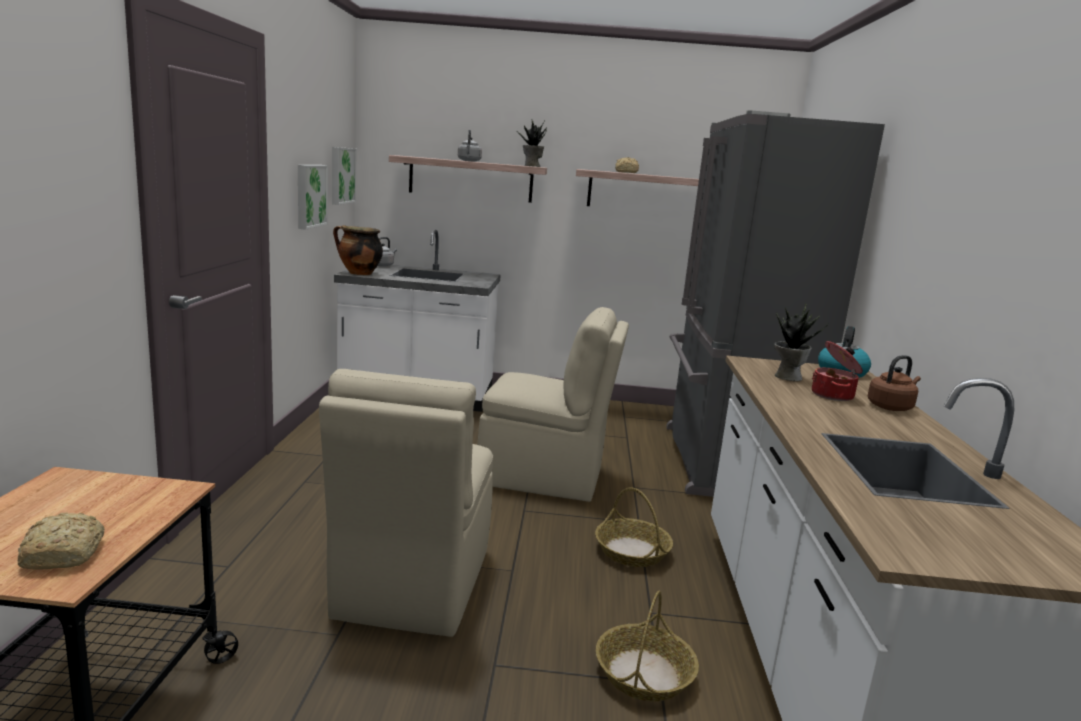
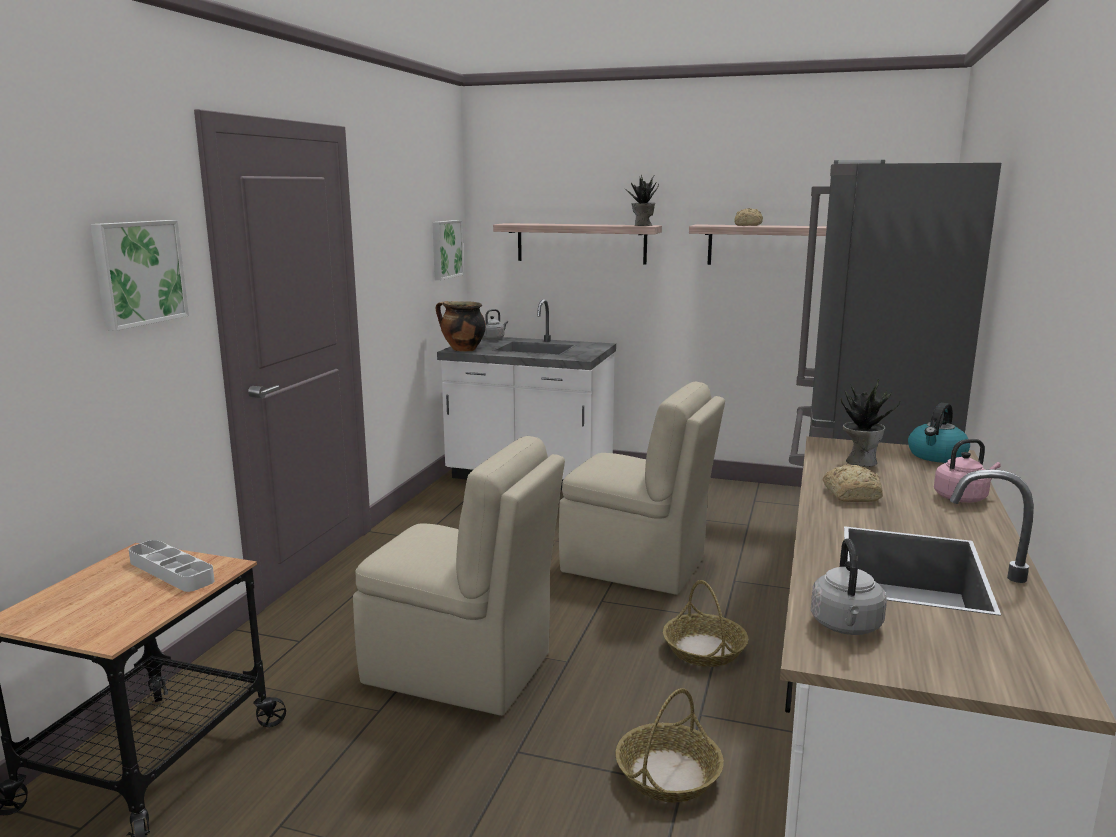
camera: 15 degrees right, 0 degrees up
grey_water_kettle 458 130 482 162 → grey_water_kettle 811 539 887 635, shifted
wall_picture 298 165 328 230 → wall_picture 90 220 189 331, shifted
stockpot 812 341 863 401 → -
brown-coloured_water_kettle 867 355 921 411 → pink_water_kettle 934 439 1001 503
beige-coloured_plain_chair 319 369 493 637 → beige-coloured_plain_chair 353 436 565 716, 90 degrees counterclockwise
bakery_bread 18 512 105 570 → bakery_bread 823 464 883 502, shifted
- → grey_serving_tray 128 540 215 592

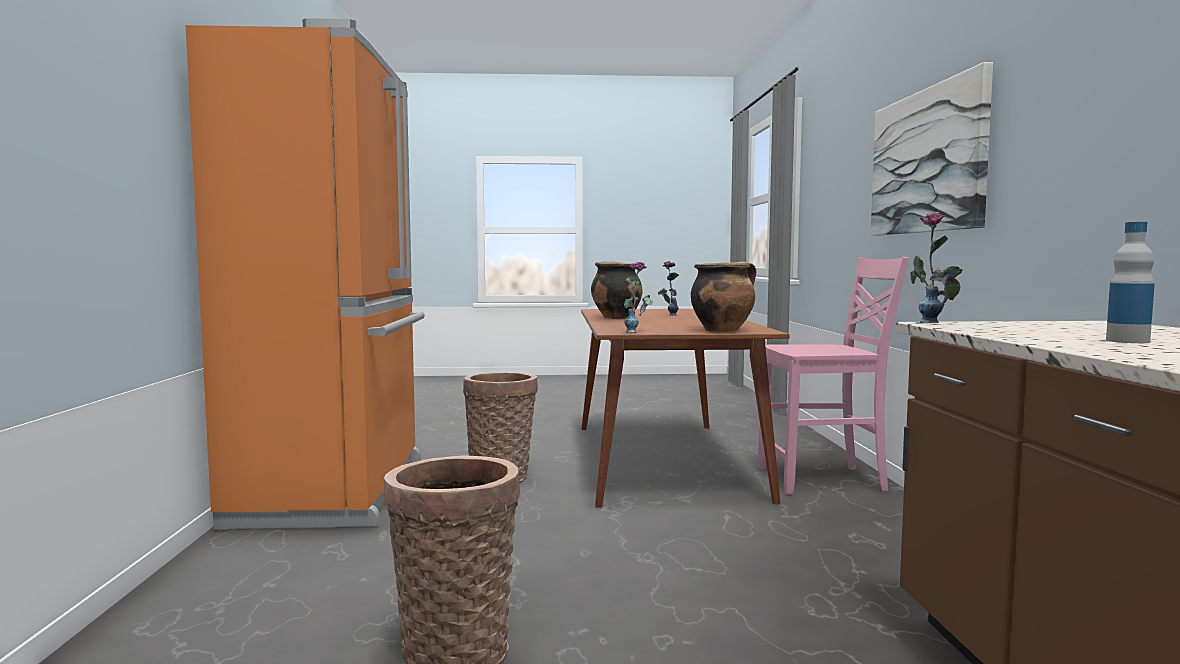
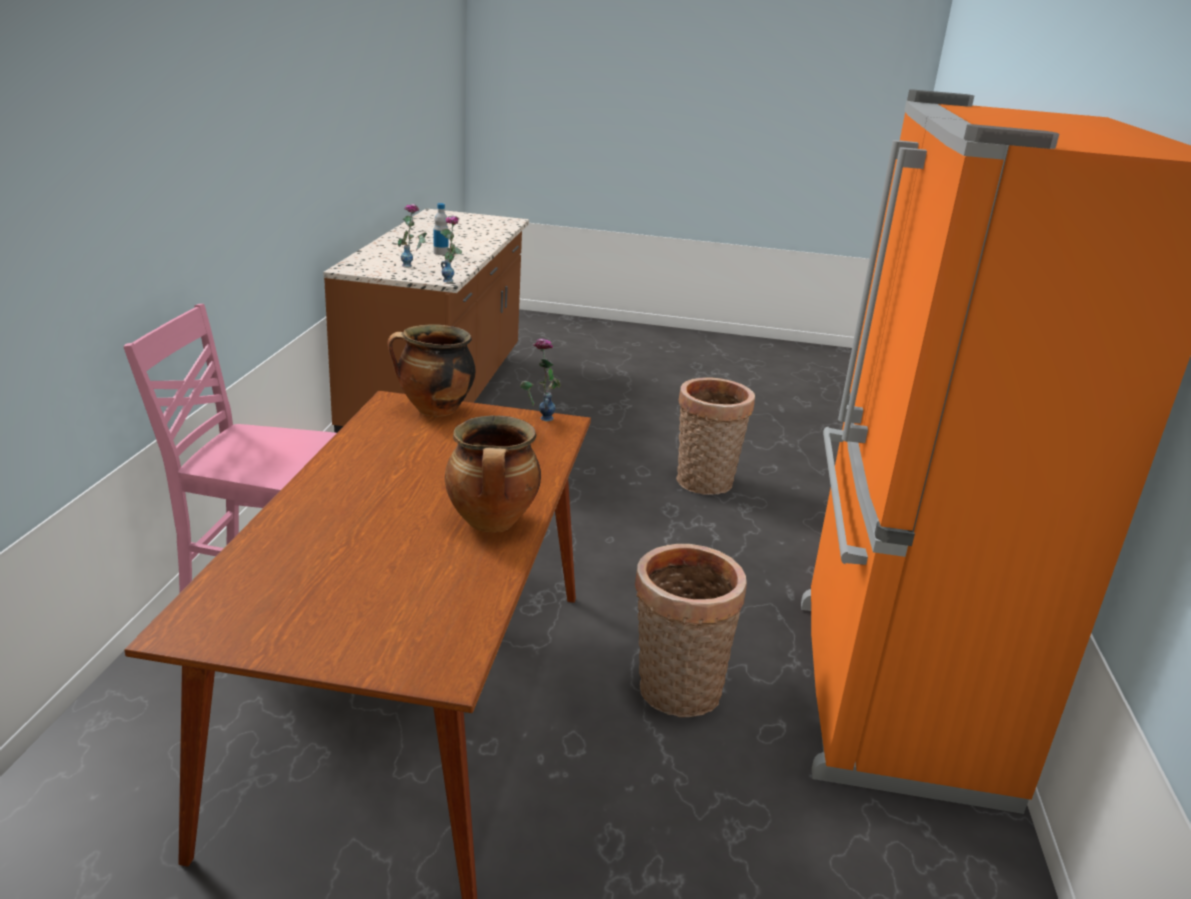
camera: 170 degrees left, 20 degrees up
wall_picture 871 62 993 236 → -
decorative_vase 658 261 679 316 → decorative_vase 398 204 427 268, shifted

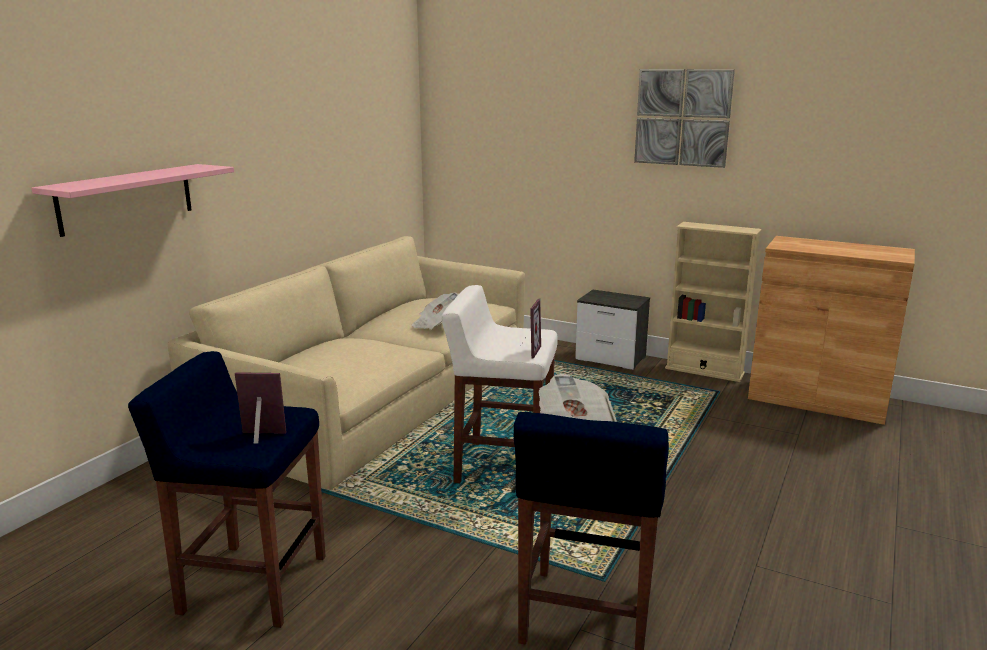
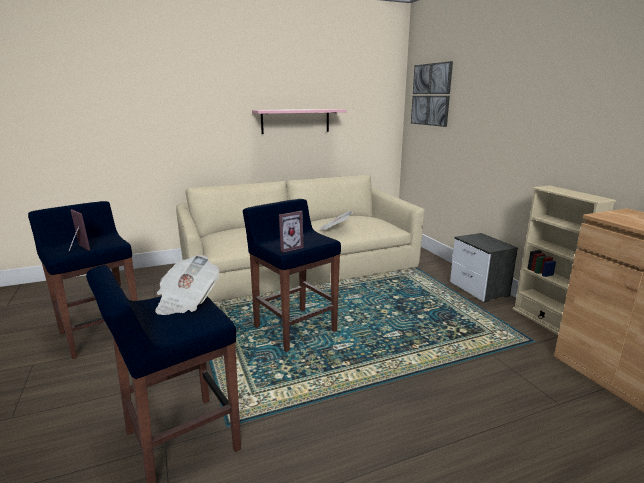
camera: 40 degrees right, 0 degrees up
wall_picture 634 69 735 168 → wall_picture 411 61 453 127, shifted
pink_bracket_shelf 31 164 234 237 → pink_bracket_shelf 252 109 346 134, shifted
white_stool_seat 441 285 558 483 → blue_stool_seat 243 199 341 352

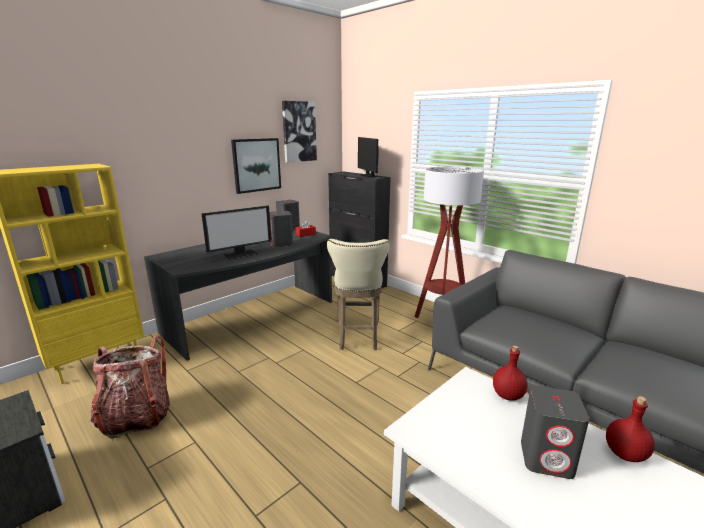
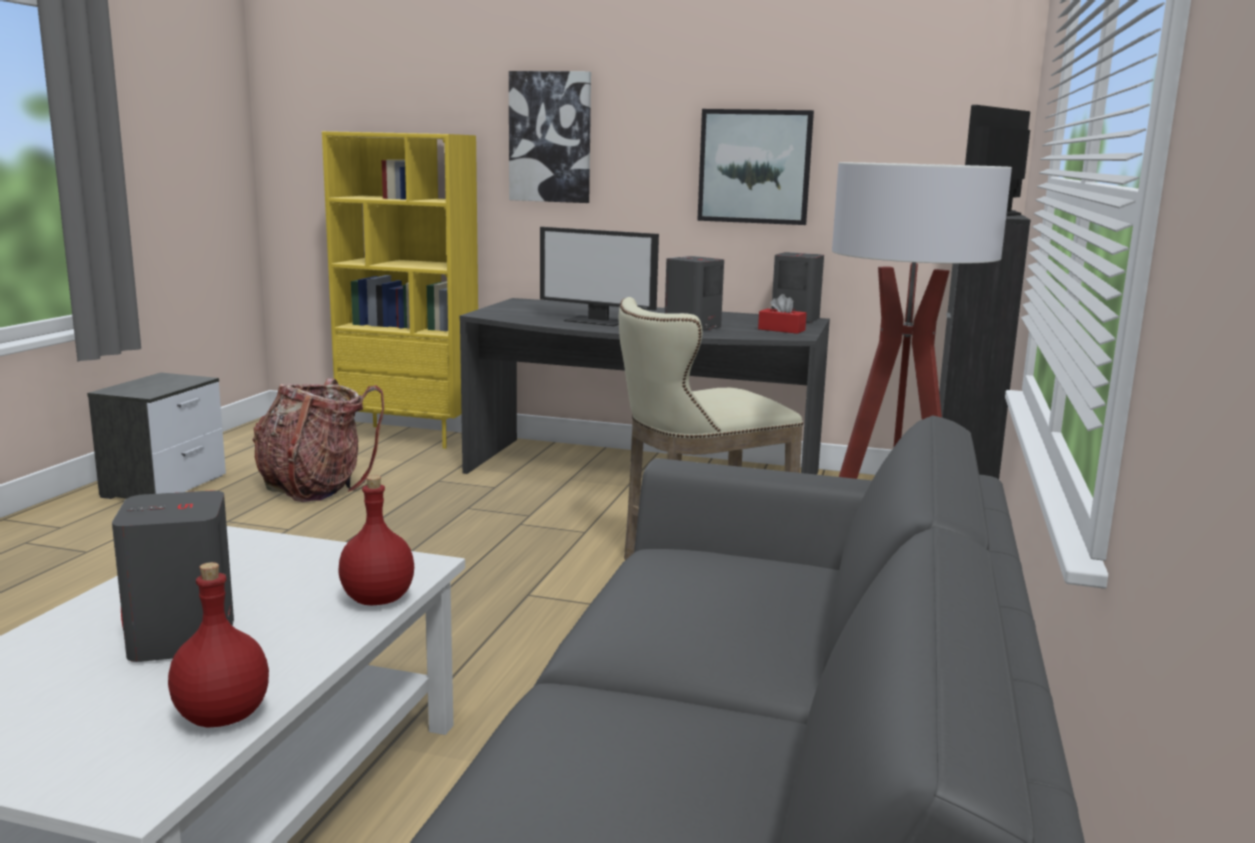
camera: 60 degrees right, 5 degrees down
wall_picture 282 101 317 163 → wall_picture 509 71 591 203, shifted

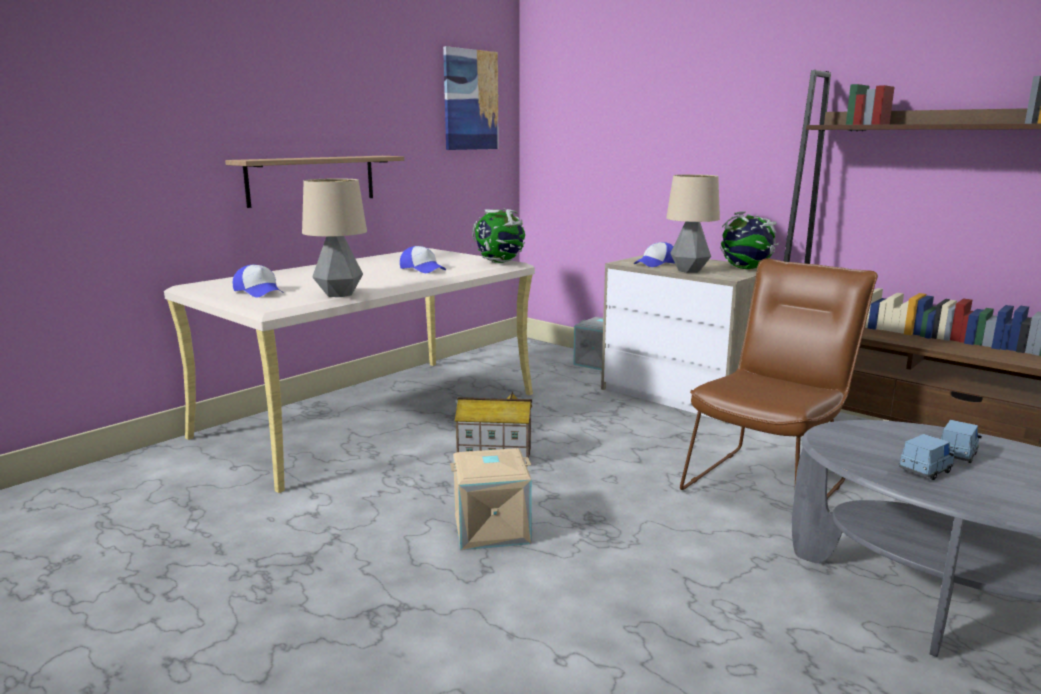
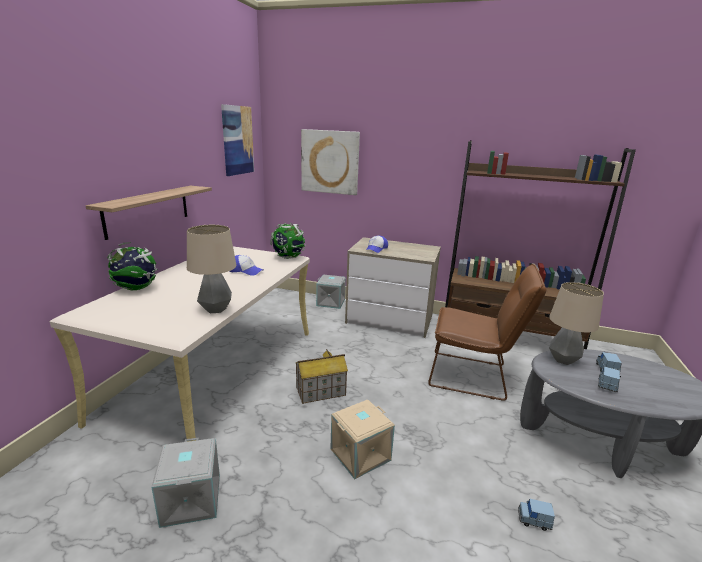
camera: 25 degrees left, 5 degrees up
lamp_for_a_table 666 174 720 273 → lamp_for_a_table 549 282 604 365, shifted
globe 720 212 779 269 → globe 107 242 158 290, shifted
brown-coloured_plain_chair 680 258 878 499 → brown-coloured_plain_chair 428 264 546 401, 90 degrees clockwise
baseball_cap 232 265 284 298 → -
- → wall_picture 301 129 360 195
- → grey_storage_container 151 438 220 528
- → blue_model_car 518 498 555 531

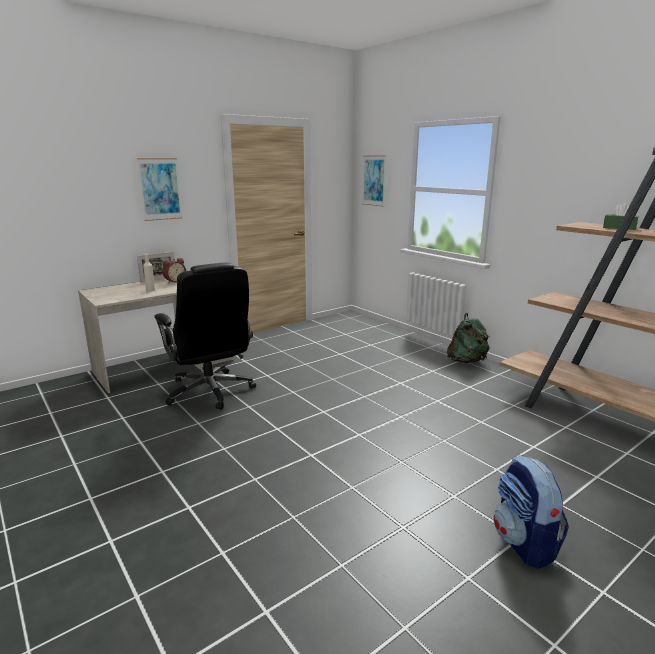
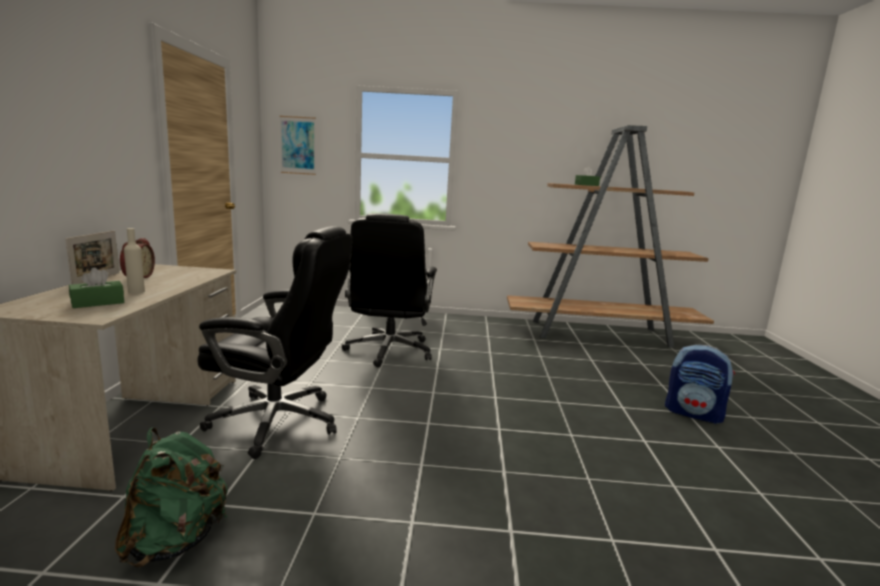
camera: 50 degrees left, 5 degrees down
wall_picture 137 158 183 221 → -
green_knapsack 447 313 490 363 → green_knapsack 115 427 228 568, shifted
- → black-coloured_computer_chair 342 213 437 367
- → green_tissue_box 69 268 124 308

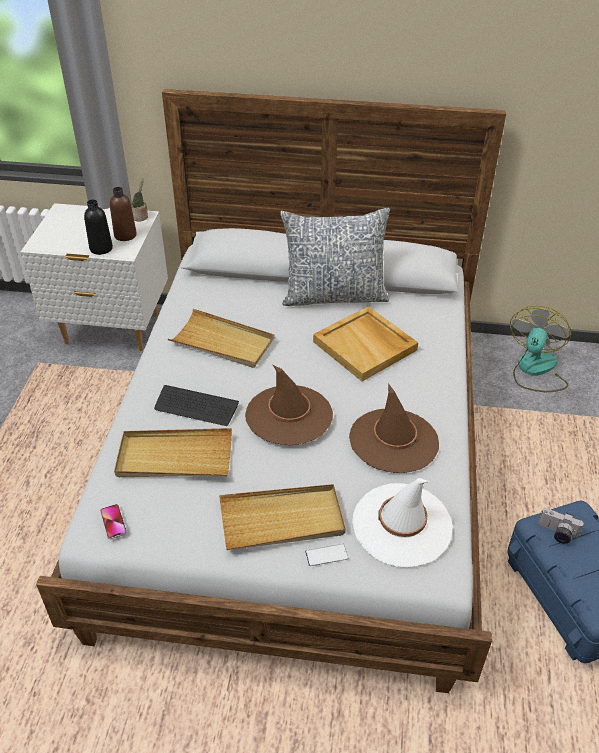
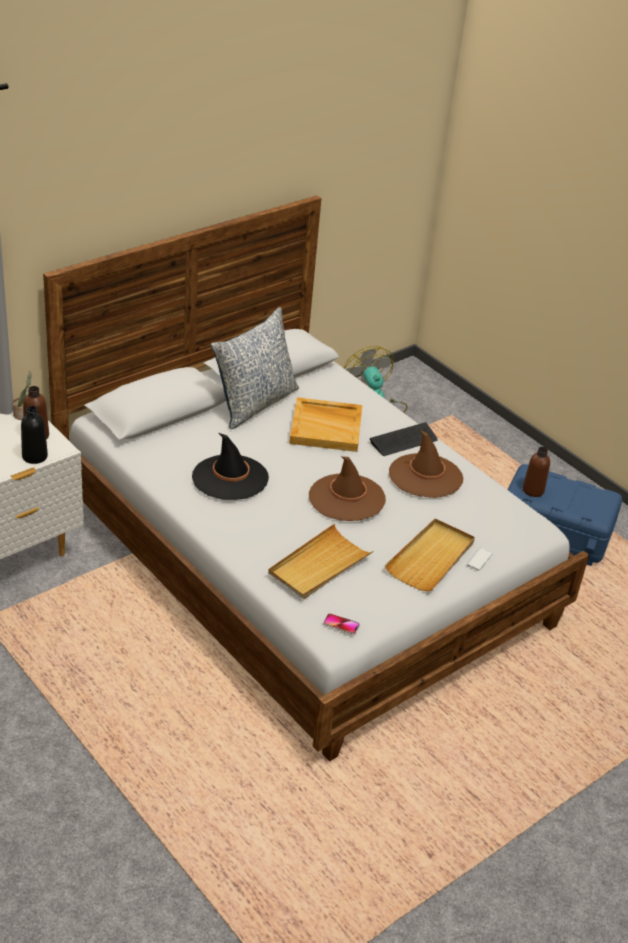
camera: 50 degrees left, 5 degrees down
beige-coloured_serving_tray 168 309 275 368 → black-coloured_clothing_hat 192 433 269 500
PC_keyboard 154 385 239 426 → PC_keyboard 370 423 438 456, shifted
white_clothing_hat 352 478 452 568 → -
still_camera 538 508 584 544 → brown-coloured_drink_bottle 523 447 550 497

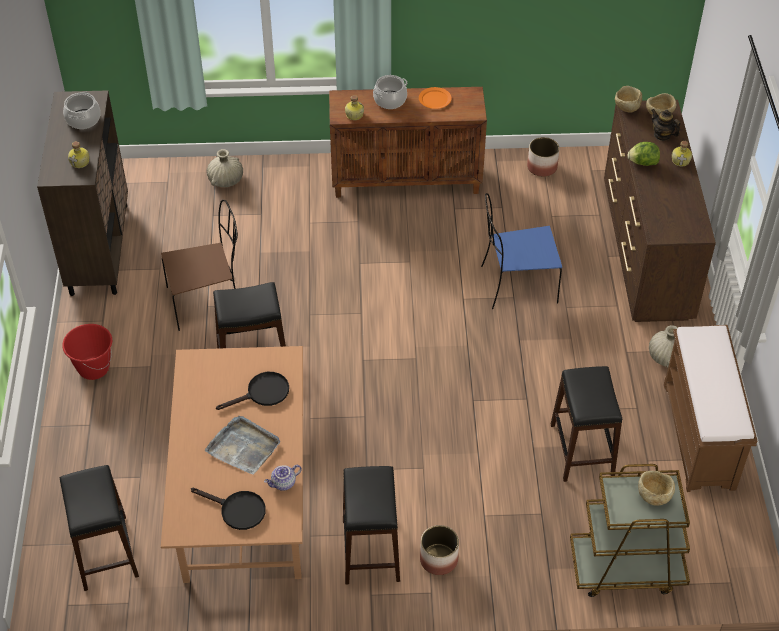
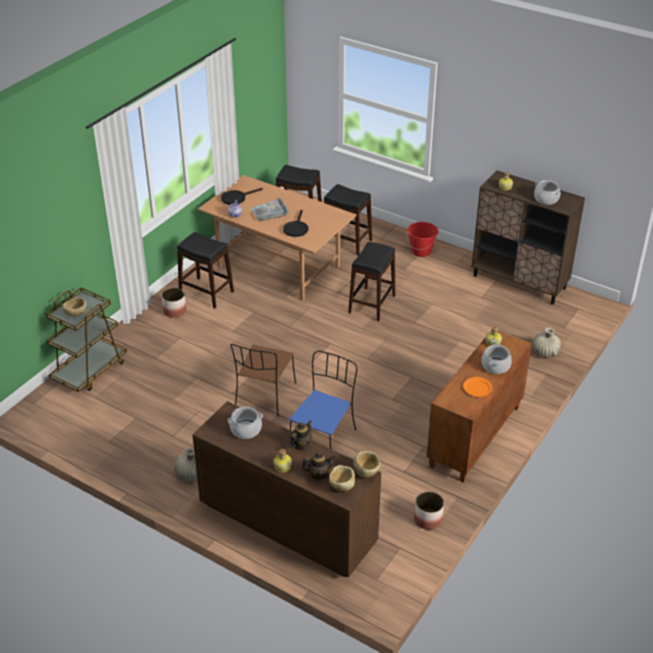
camera: 125 degrees right, 10 degrees down
head_of_lettuce 628 142 660 166 → teapot 290 420 312 450
brown-coloured_plain_chair 161 200 238 331 → brown-coloured_plain_chair 231 344 296 416, shifted
brown-coloured_indoor_bench 664 325 757 492 → -
black-coloured_stool_seat 551 366 622 482 → black-coloured_stool_seat 324 184 372 256, shifted
- → stockpot 228 406 263 439

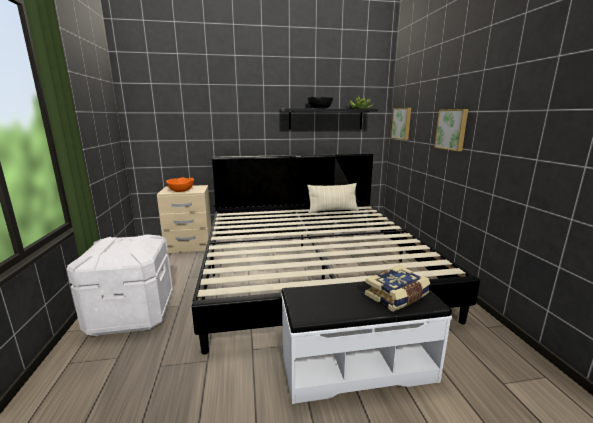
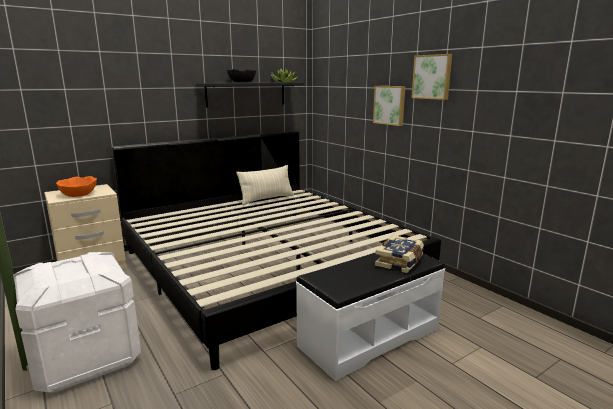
camera: 25 degrees left, 0 degrees up
wall_picture 391 108 411 140 → wall_picture 411 54 452 100, shifted

